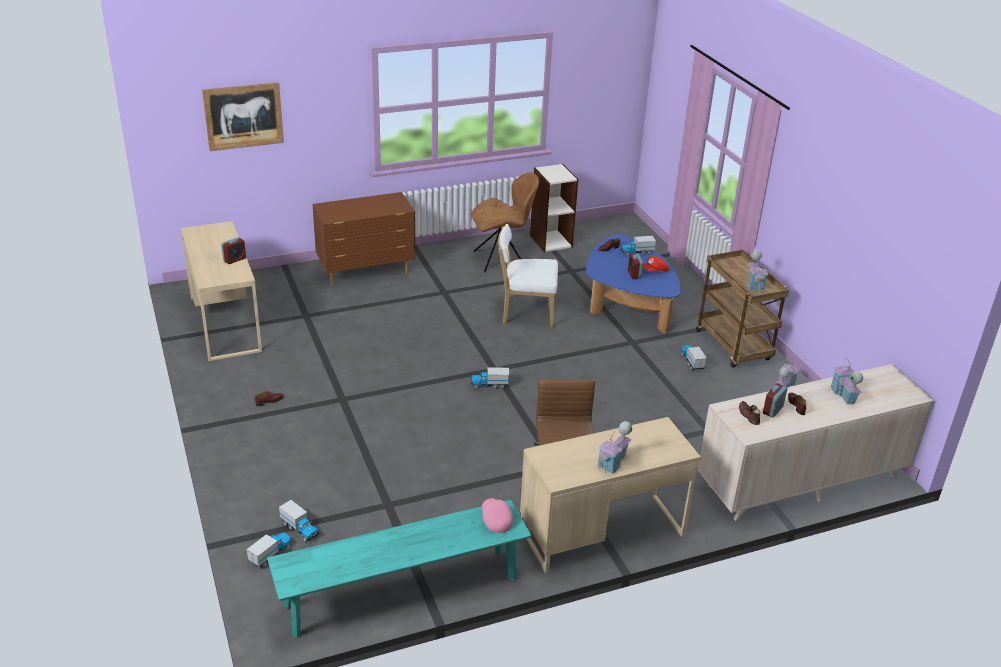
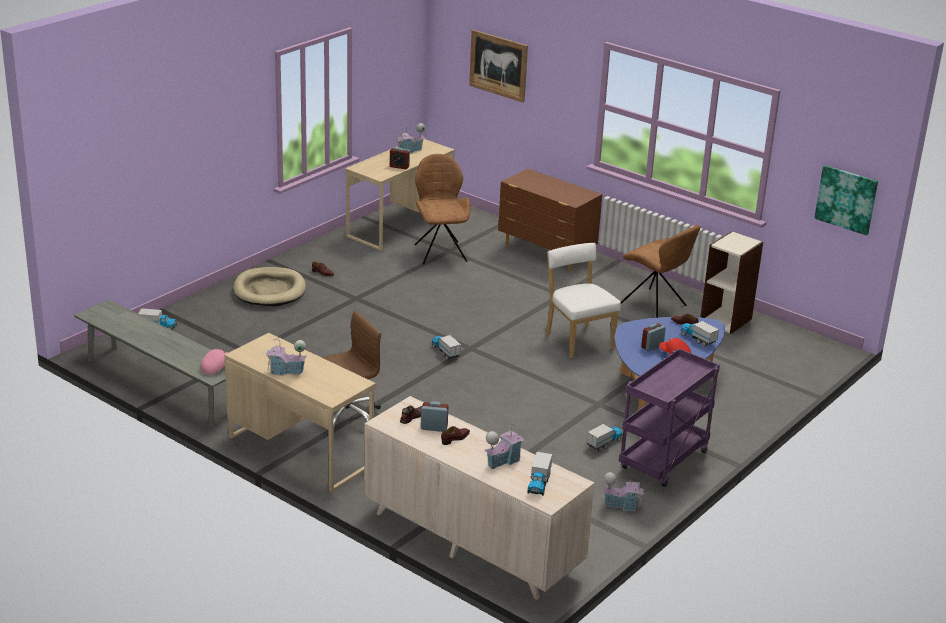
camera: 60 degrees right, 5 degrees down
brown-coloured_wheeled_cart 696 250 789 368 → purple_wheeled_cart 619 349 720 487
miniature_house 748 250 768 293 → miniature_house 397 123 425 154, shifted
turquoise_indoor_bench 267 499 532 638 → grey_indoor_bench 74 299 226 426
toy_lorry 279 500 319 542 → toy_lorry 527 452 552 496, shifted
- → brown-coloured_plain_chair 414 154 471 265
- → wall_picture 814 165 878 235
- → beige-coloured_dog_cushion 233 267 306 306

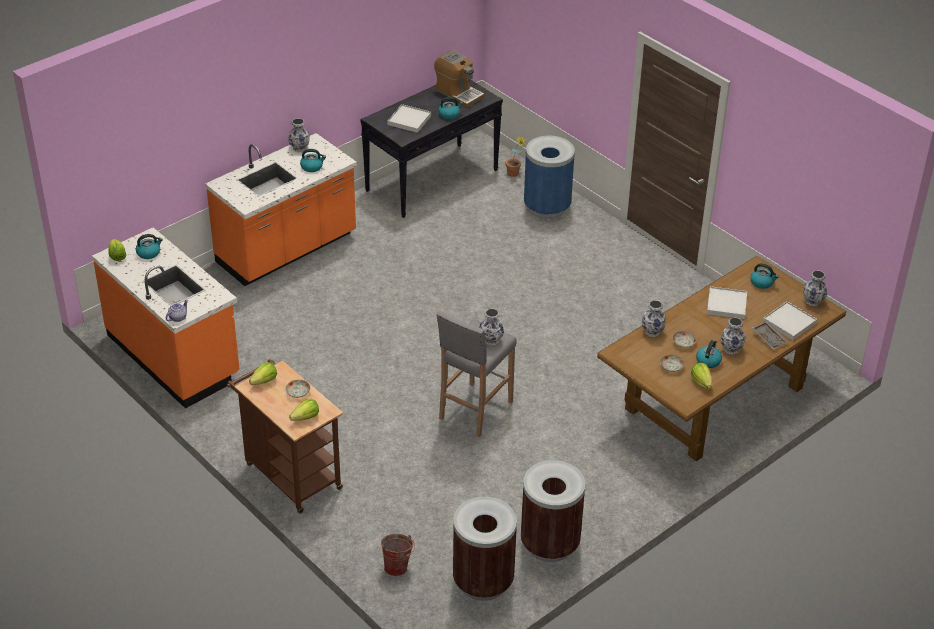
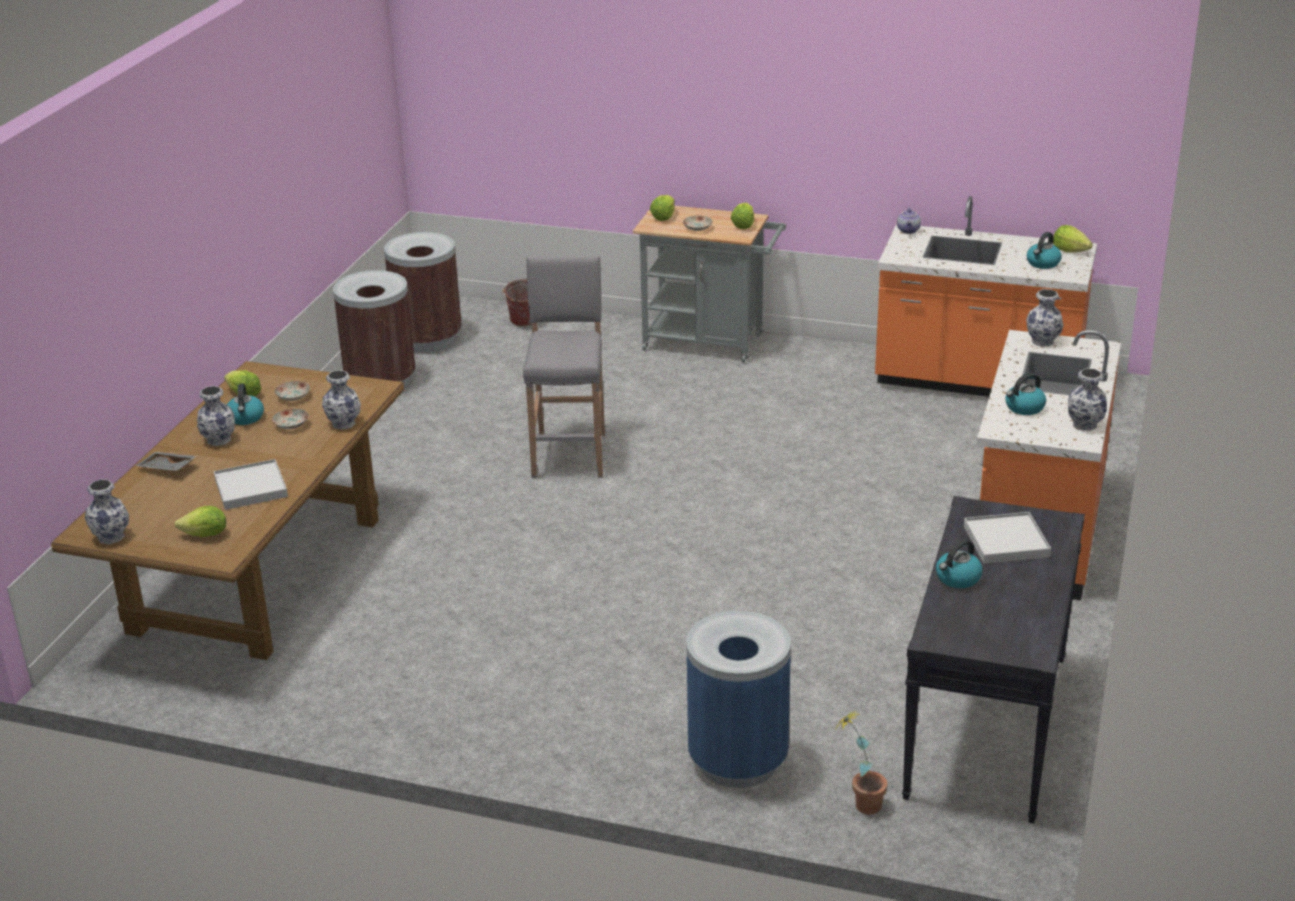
camera: 150 degrees right, 10 degrees down
coffee_machine 434 50 484 108 → -
water_kettle 750 263 779 289 → head_of_lettuce 175 506 226 537
white_serving_tray 763 301 817 340 → -
decorative_vase 479 308 504 345 → decorative_vase 1026 289 1064 347, shifted
brown-coloured_wheeled_cart 227 359 343 514 → grey_wheeled_cart 633 206 786 363

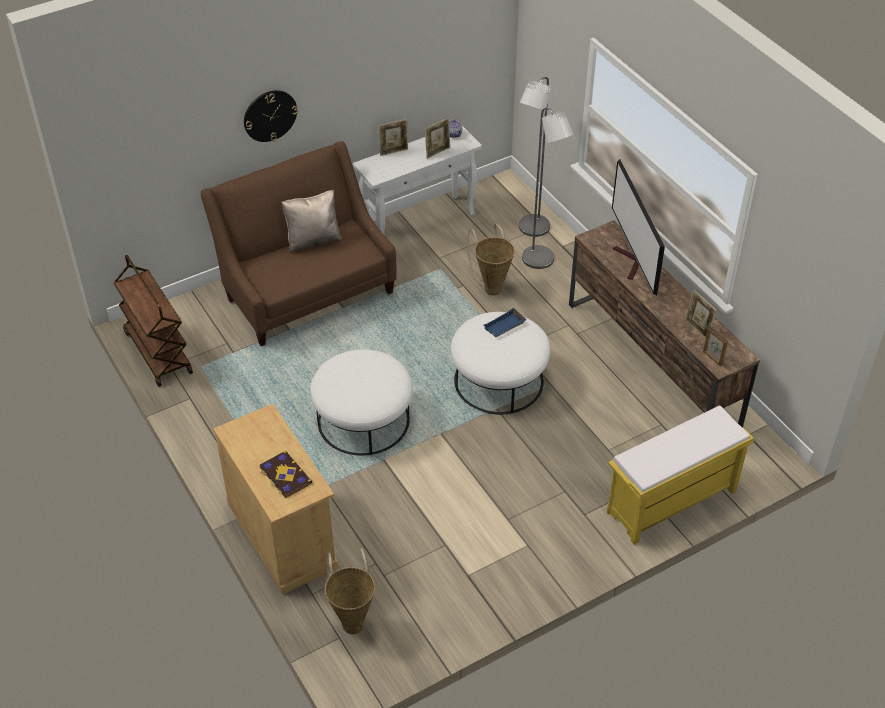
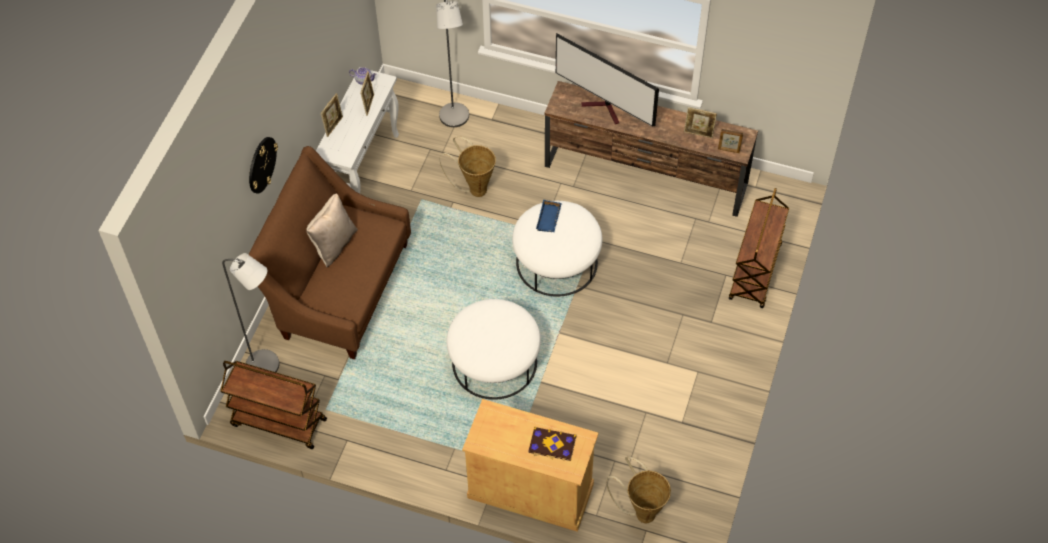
camera: 40 degrees left, 10 degrees up
grey_standing_lamp 522 108 573 269 → grey_standing_lamp 222 253 279 372, shifted
yellowish_indoor_bench 607 405 754 545 → brown-coloured_wheeled_cart 729 188 789 308

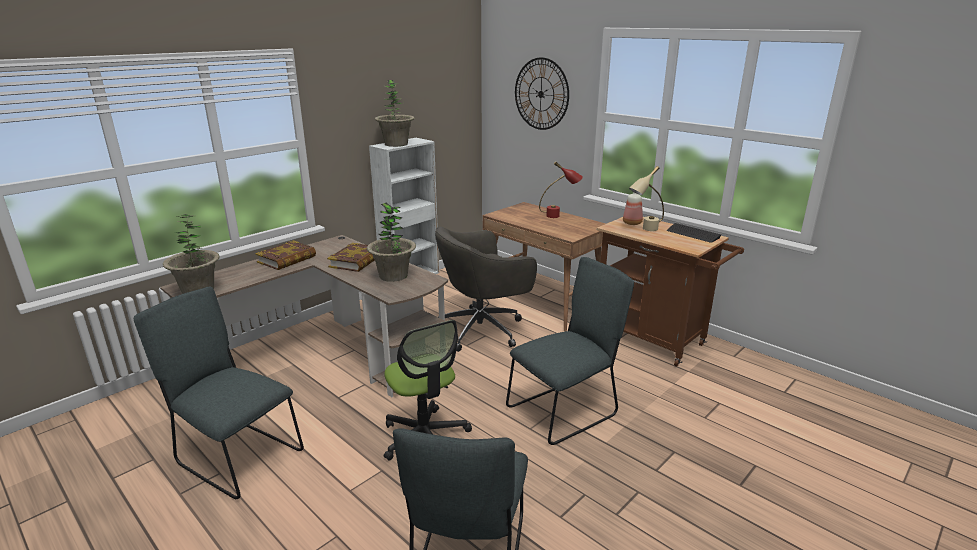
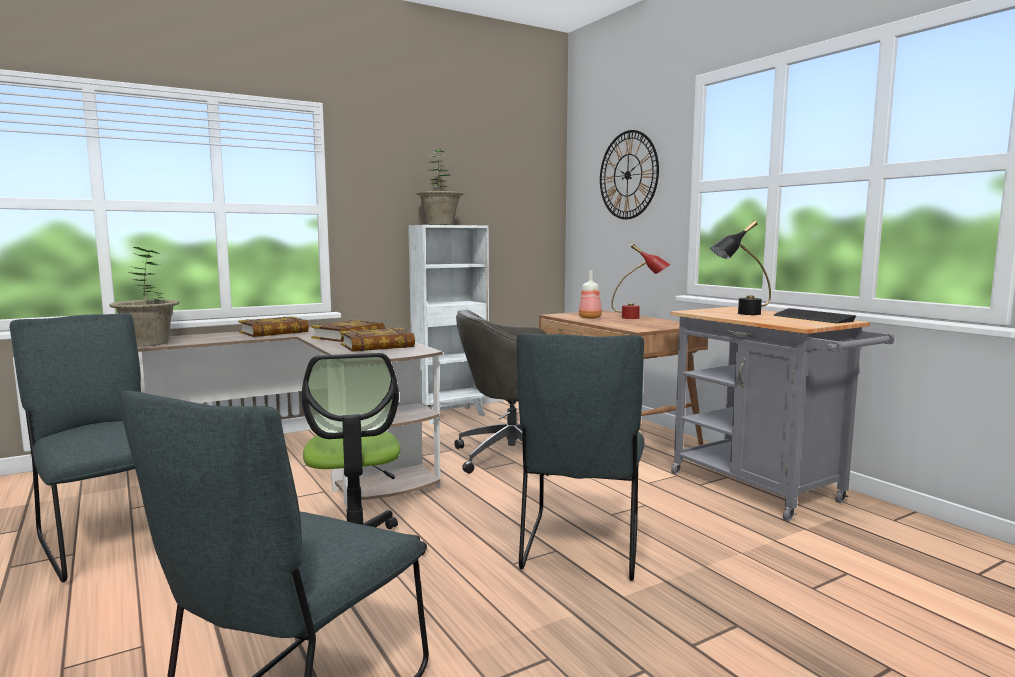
camera: 15 degrees right, 15 degrees down
beige-coloured_lamp_for_a_table 629 166 664 231 → black-coloured_lamp_for_a_table 710 220 771 315
drink_bottle 623 192 643 225 → drink_bottle 579 271 602 319, shifted
potted_plant 367 203 416 282 → bound_book 340 328 415 352
brown-coloured_wheeled_cart 597 217 744 366 → grey_wheeled_cart 670 307 895 521
grey_plain_chair 506 257 634 445 → grey_plain_chair 517 333 644 581, 120 degrees clockwise

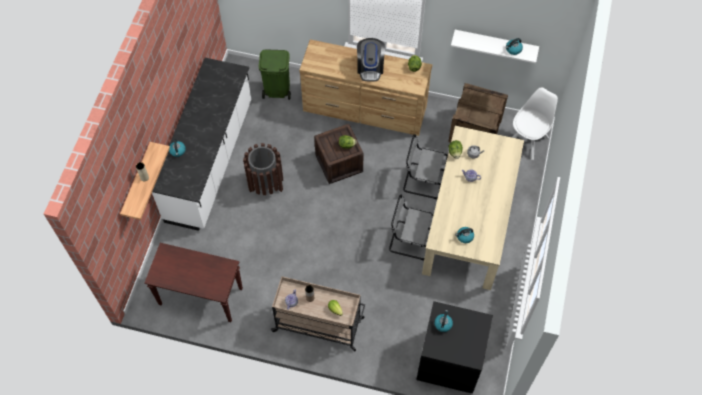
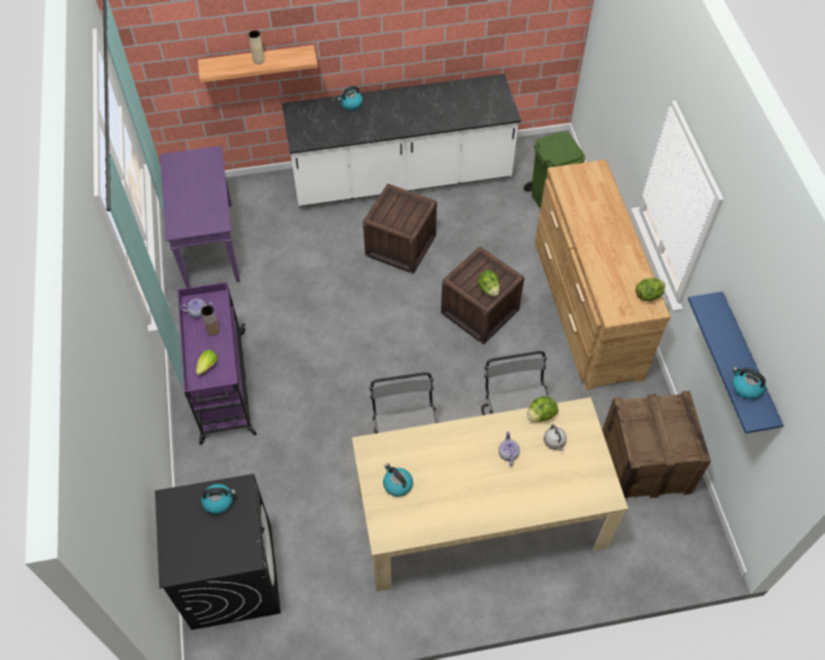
camera: 65 degrees right, 5 degrees down
white_bracket_shelf 451 30 539 63 → blue_bracket_shelf 688 291 783 434
coffee_machine 357 38 385 82 → -
white_plain_chair 512 87 558 160 → -
brown-coloured_waste_bin 243 143 283 195 → packing_crate 363 184 437 274
brown-coloured_hall_table 144 243 243 322 → purple_hall_table 160 146 240 288
beige-coloured_wheeled_cart 271 276 365 351 → purple_wheeled_cart 177 282 257 445

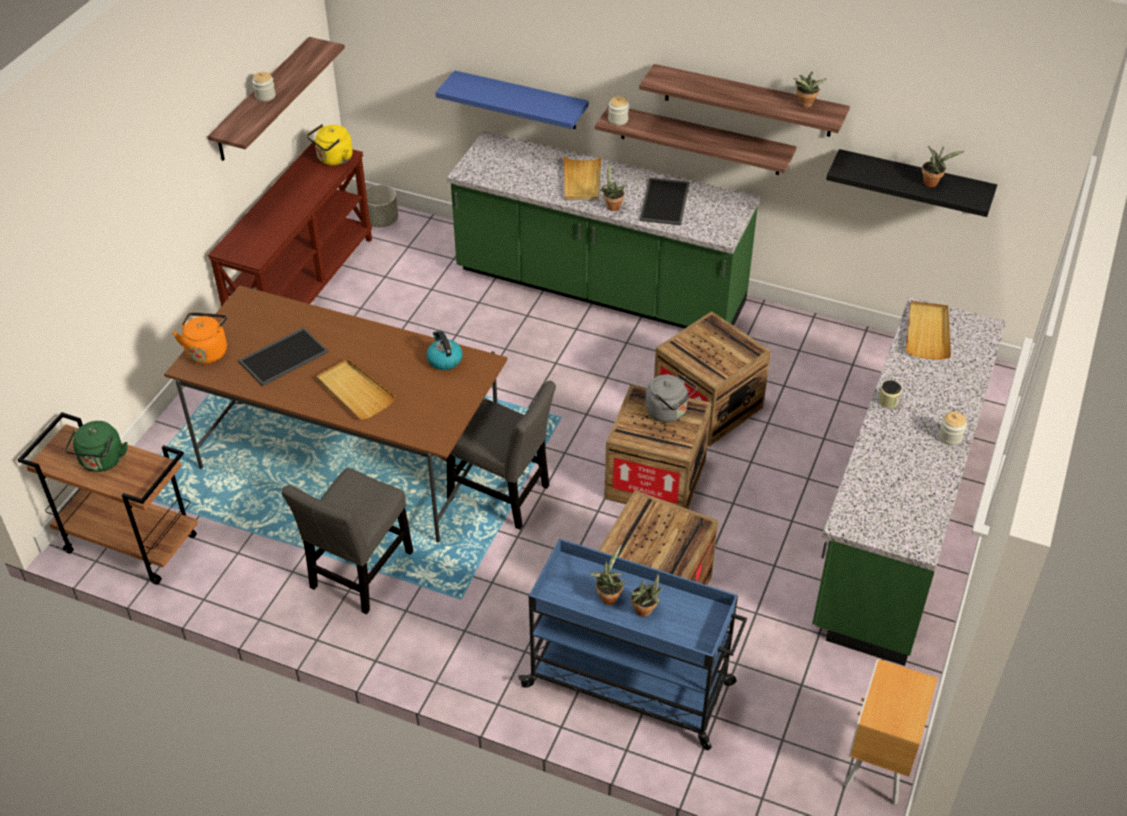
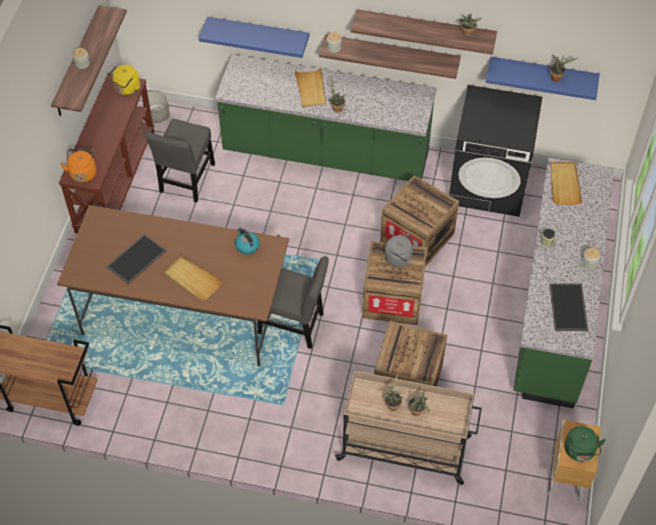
camera: 10 degrees left, 10 degrees up
black-coloured_bracket_shelf 826 149 997 217 → blue_bracket_shelf 486 57 600 100
serving_tray 640 178 690 225 → serving_tray 549 283 588 331, shifted
orange_water_kettle 173 312 227 364 → orange_water_kettle 60 148 97 183, shifted
green_water_kettle 65 421 128 472 → green_water_kettle 565 426 606 462, shifted
grey_plain_chair 282 468 413 614 → grey_plain_chair 145 119 215 202, shifted
blue_wheeled_cart 518 538 747 750 → beige-coloured_wheeled_cart 335 371 482 485
- → black-coloured_laundry_machine 449 85 542 217

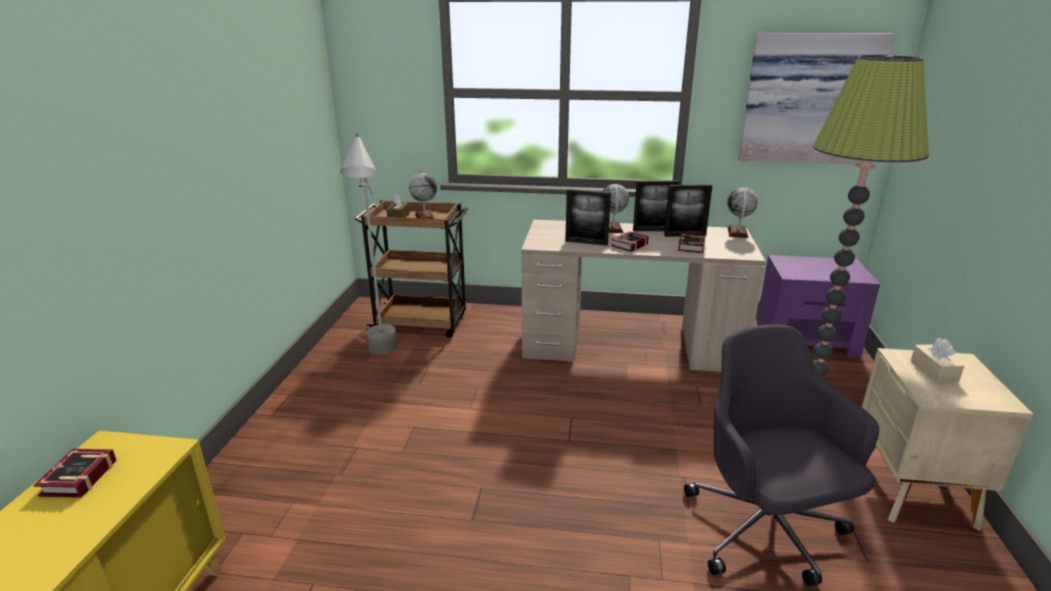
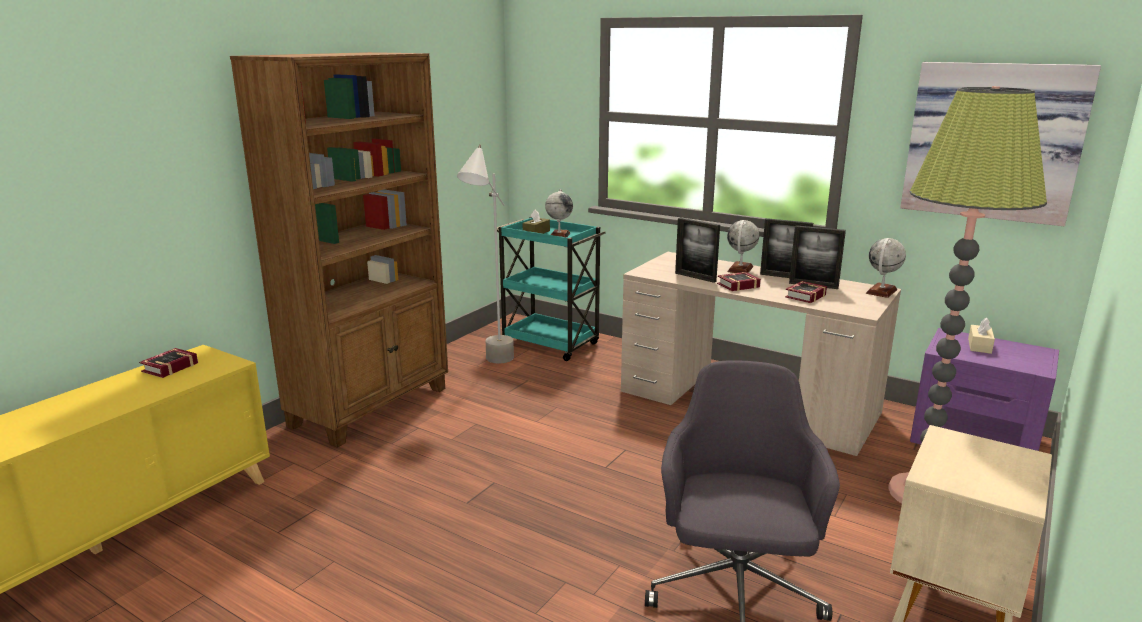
camera: 25 degrees right, 5 degrees down
brown-coloured_wheeled_cart 355 200 468 338 → turquoise_wheeled_cart 497 217 606 361
beige-coloured_tissue_box 911 338 964 383 → beige-coloured_tissue_box 968 318 995 354, shifted
- → brown-coloured_bookcase 230 52 448 448

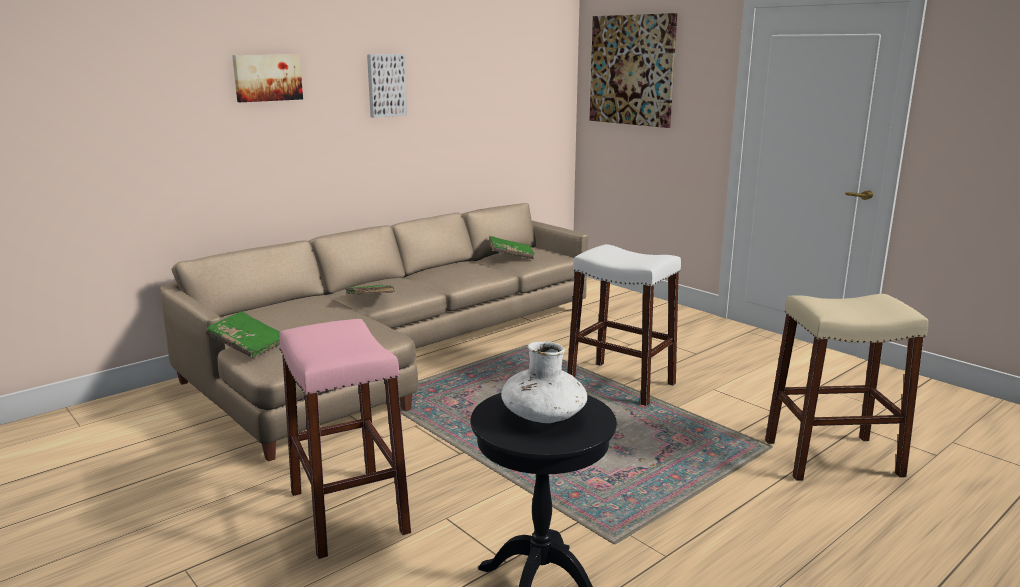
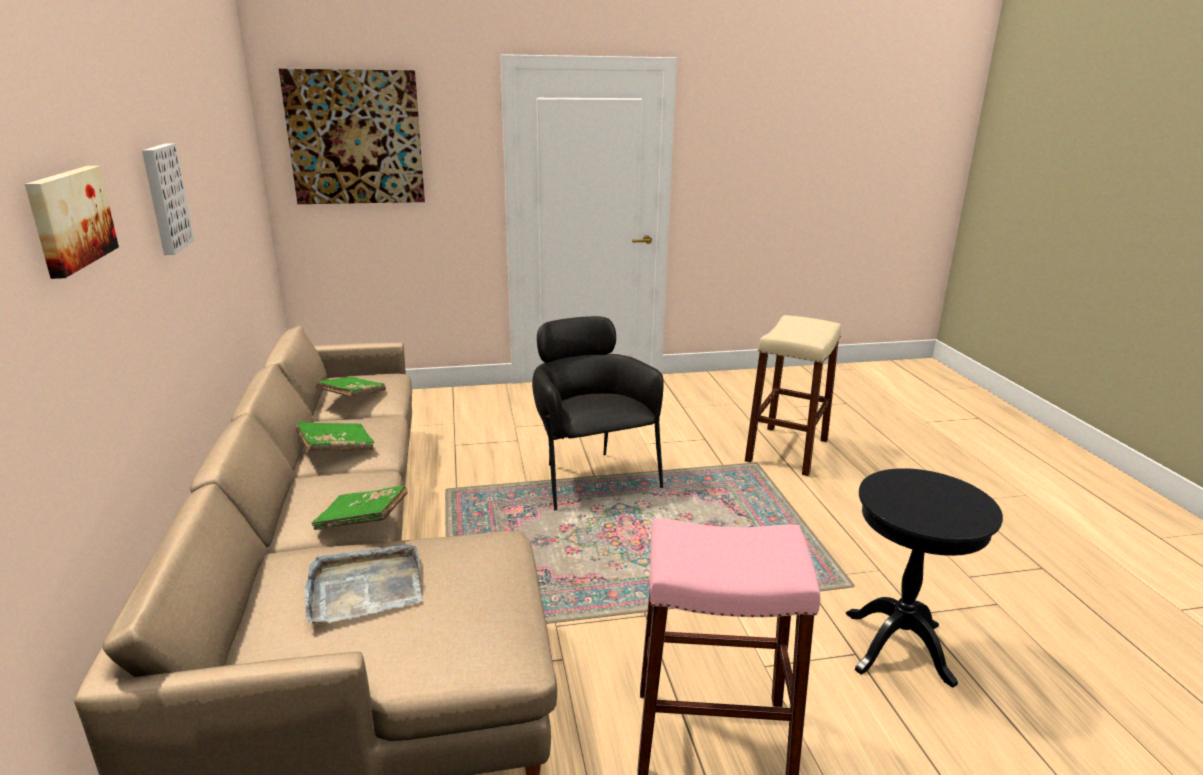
camera: 60 degrees left, 5 degrees up
white_stool_seat 567 244 681 406 → black-coloured_lounge_chair 532 316 664 511
green_bound_book 206 311 280 358 → green_bound_book 295 422 374 451, shifted
white_decorative_vase 501 341 587 423 → -
- → grey_serving_tray 305 544 423 623

